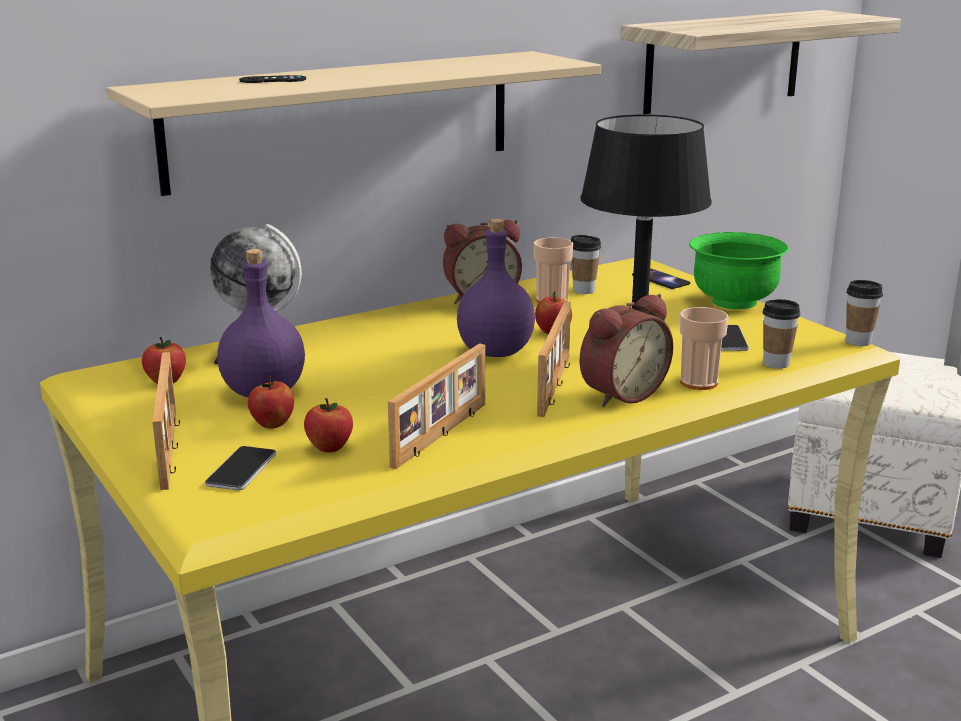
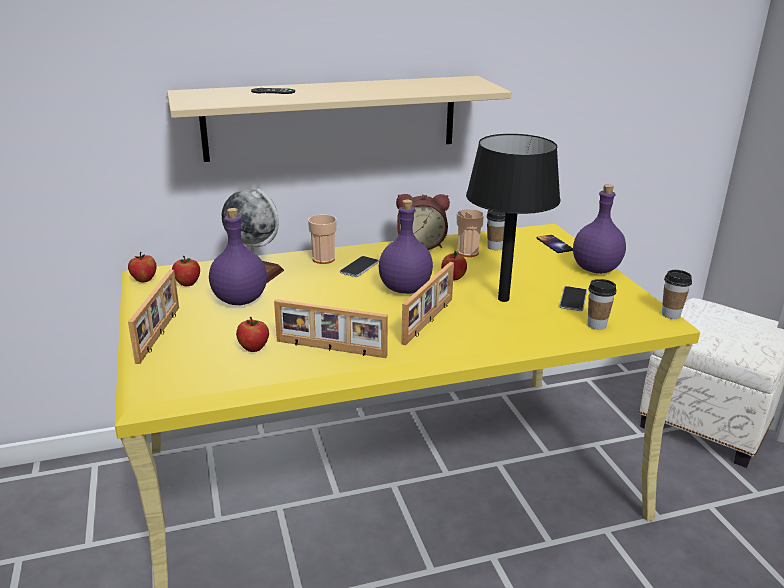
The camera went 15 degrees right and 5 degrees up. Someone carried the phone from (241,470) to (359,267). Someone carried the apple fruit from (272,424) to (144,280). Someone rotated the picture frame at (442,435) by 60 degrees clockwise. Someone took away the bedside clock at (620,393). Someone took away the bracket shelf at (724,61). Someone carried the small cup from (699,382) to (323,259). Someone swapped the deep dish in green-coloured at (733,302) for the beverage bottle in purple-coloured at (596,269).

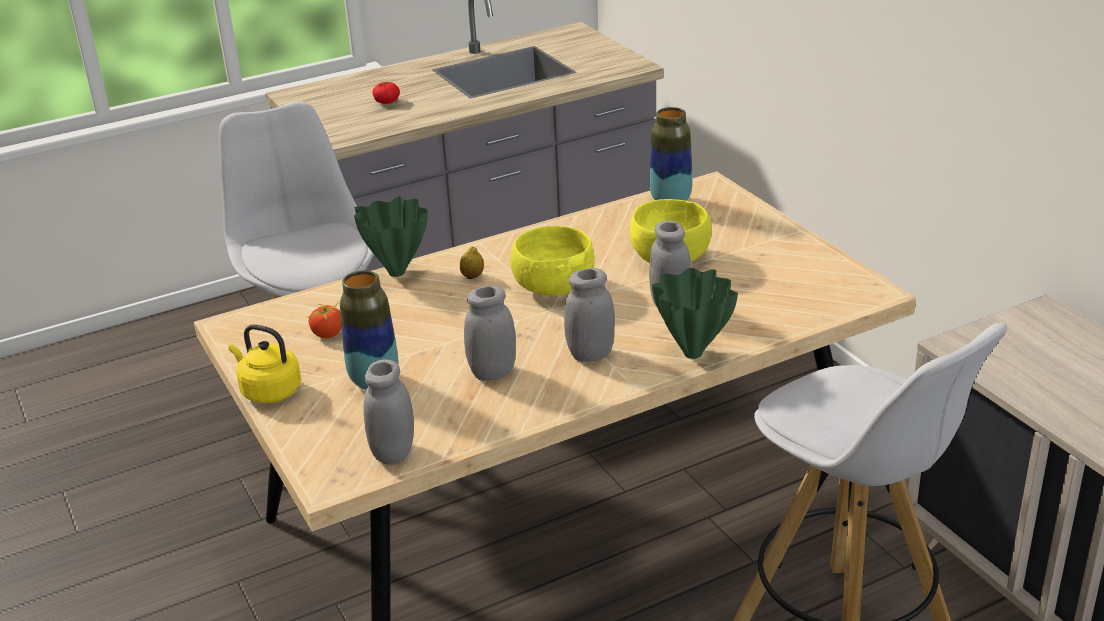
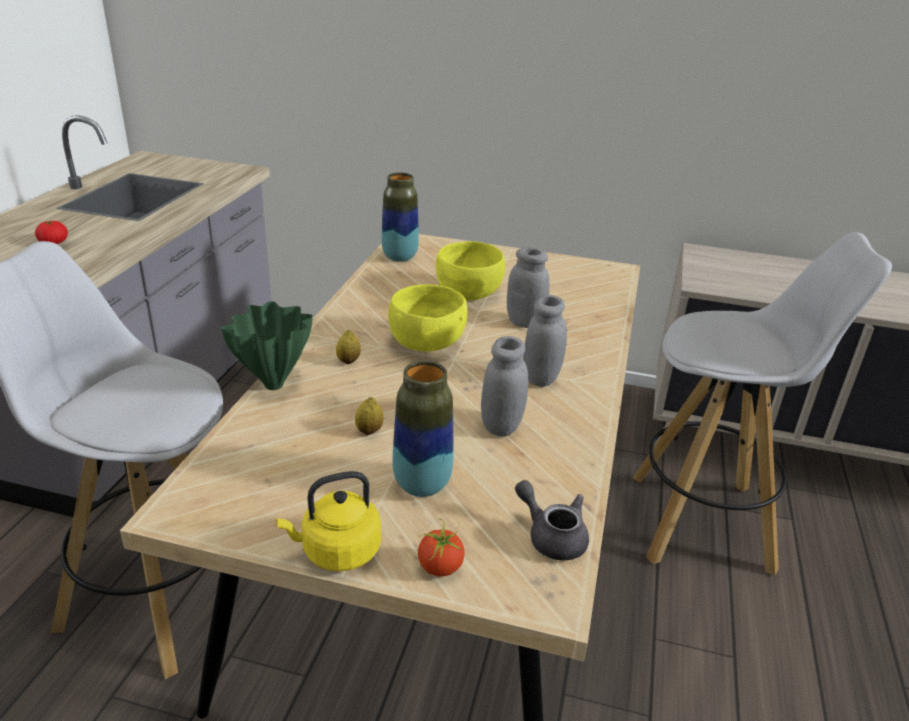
The camera went 50 degrees left and 0 degrees up. Someone carried the fresh tomato from (328,334) to (440,567). Someone swapped the jar in greyish at (393,453) for the teapot in greyish at (552,536). Someone took away the flower vase in green-coloured at (693,352). Someone put down the citrus fruit at (369,431).

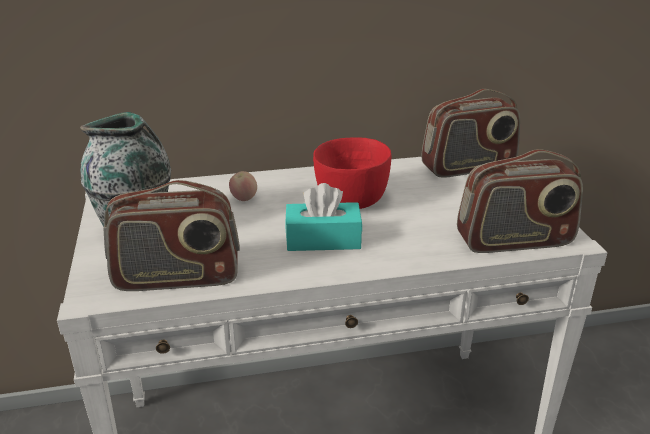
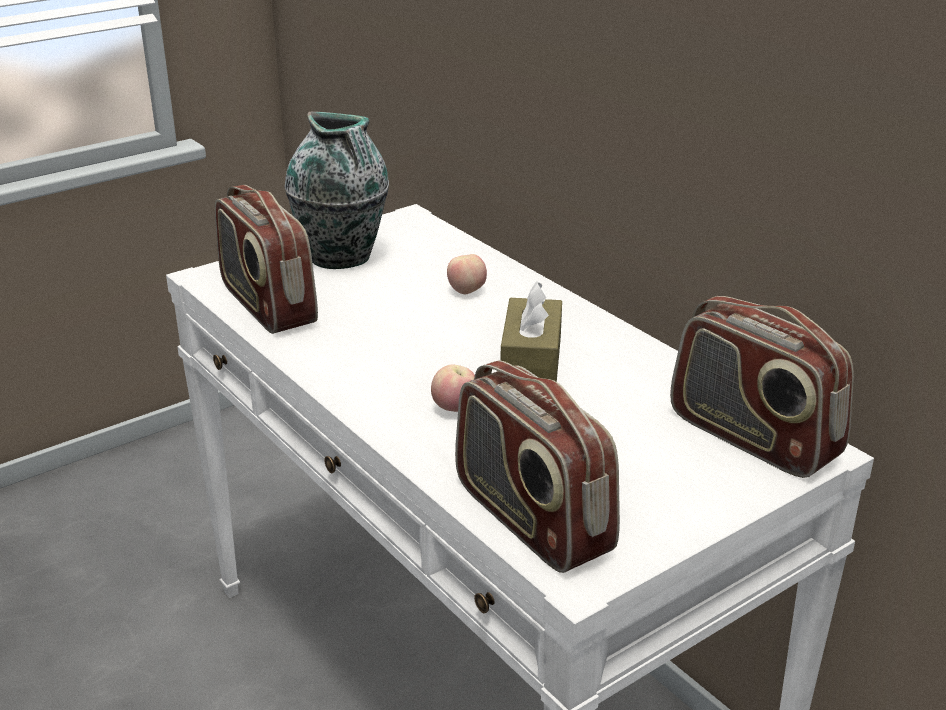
The camera went 65 degrees right and 0 degrees up. Someone took away the tissue holder in turquoise at (323,240). Someone swapped the deep dish in red-coloured at (350,200) for the tissue holder in brown-coloured at (531,361). Someone put down the apple fruit at (454,409).

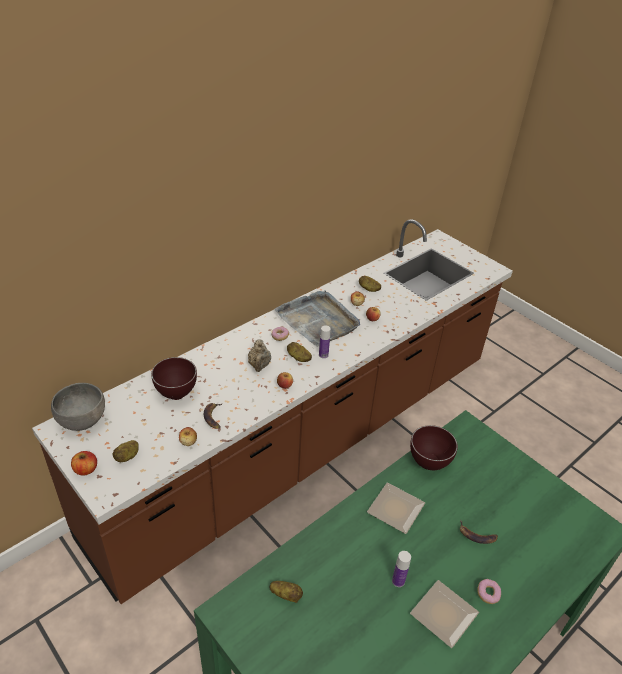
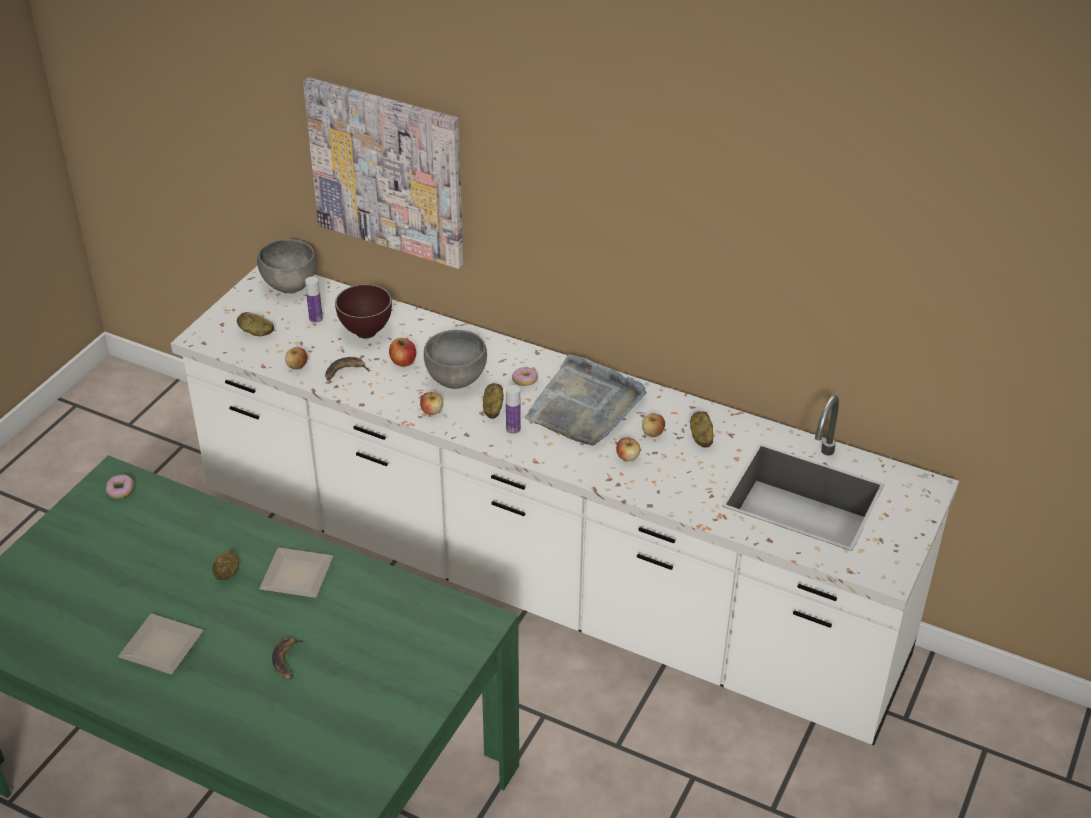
The camera went 70 degrees right and 0 degrees up. Someone repainted the kitchen base unit in brown-coloured at (304,444), which became the kitchen base unit in whitish at (543,580). Someone carried the apple fruit from (86,469) to (403,361). Someone swapped the teapot in sand-coloured at (259,365) for the deep dish in greyish at (456,380). Someone carried the whole potato from (286,595) to (228,573). Someone carried the beverage bottle from (398,581) to (316,319). Someone took away the deep dish in brown-coloured at (430,464). Someone carried the ring doughnut from (488,594) to (120,491). Someone put up the wall art at (387,171).

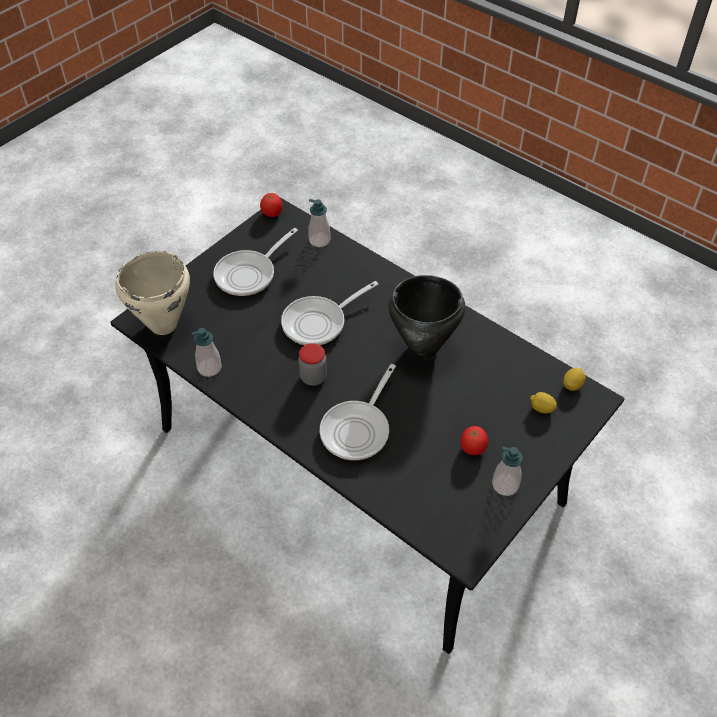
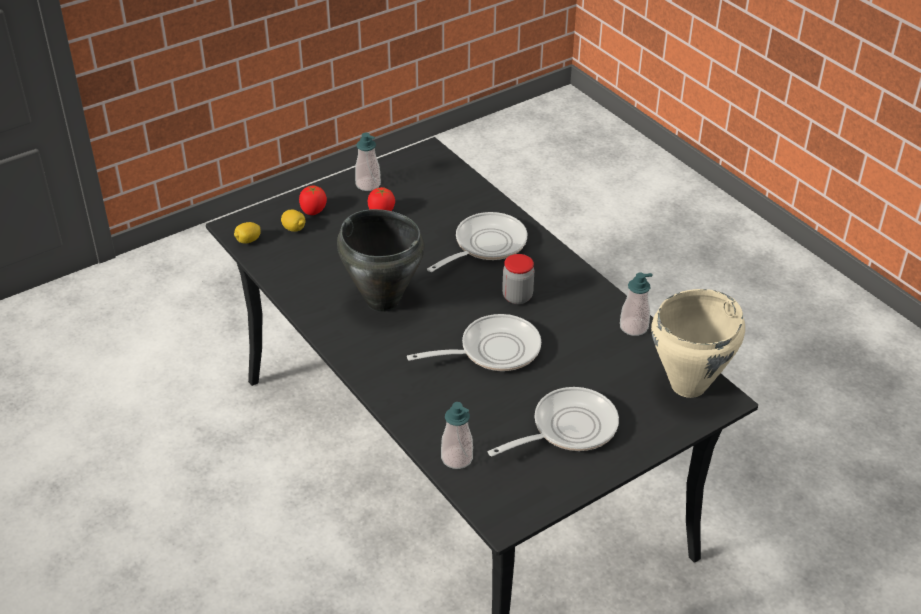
The camera went 165 degrees left and 10 degrees down. Someone carried the fresh tomato from (272,213) to (313,211).

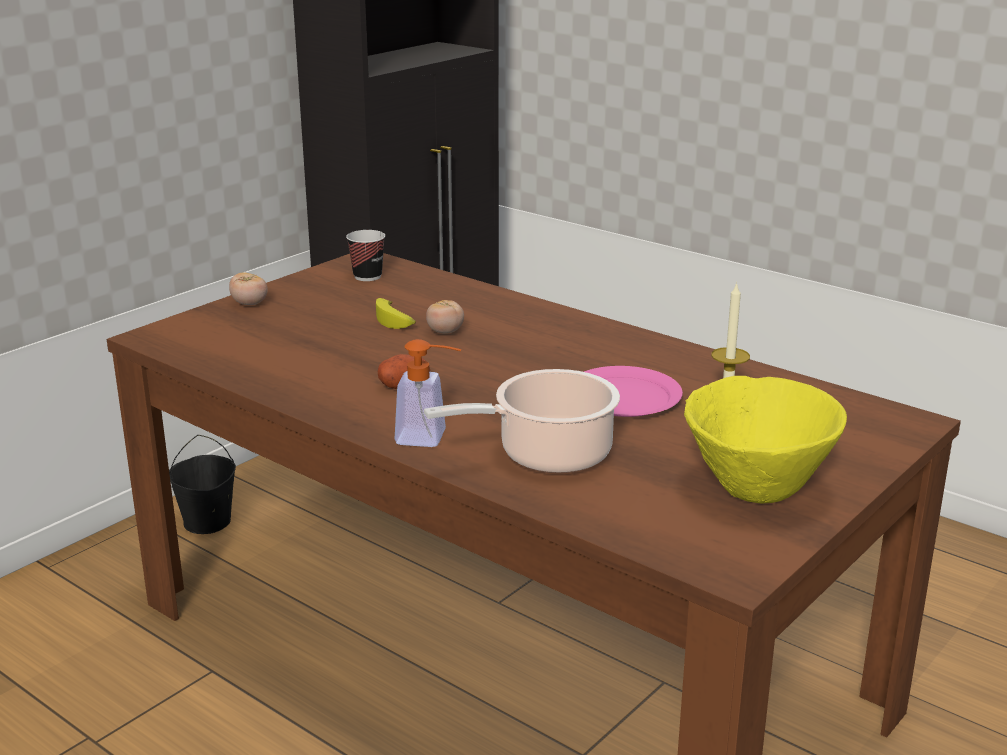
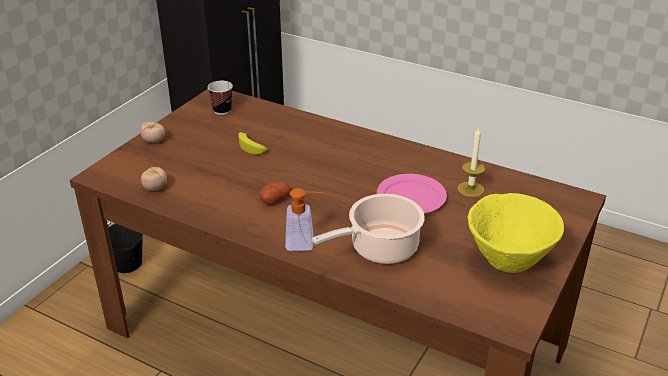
The camera went 10 degrees left and 10 degrees up. Someone carried the fresh tomato from (445,332) to (155,188).

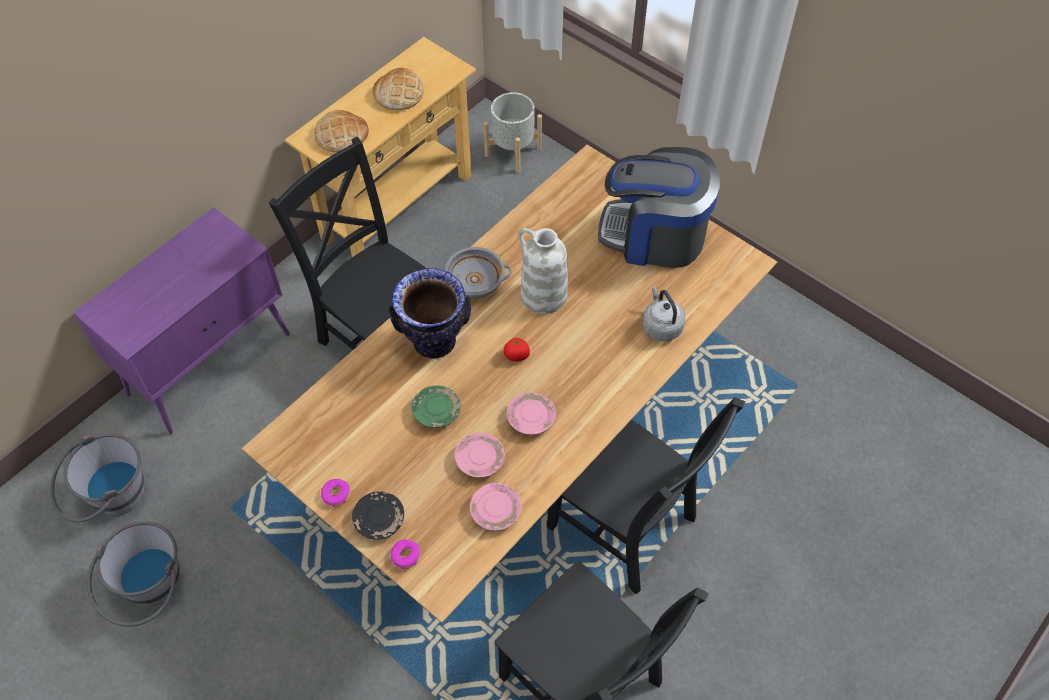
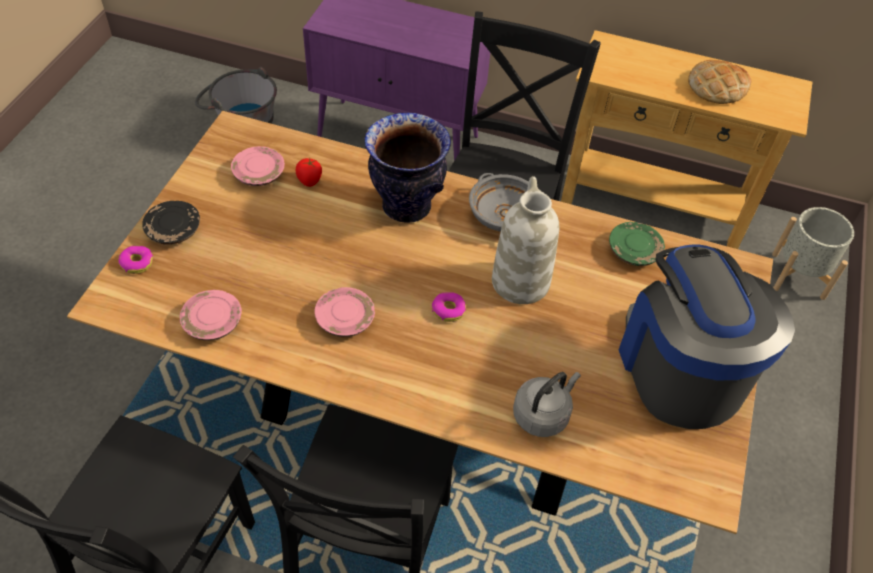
The camera went 65 degrees right and 5 degrees down. Someone took away the water bucket in greyish at (151,593). Someone took away the bakery bread at (341,135). Someone carried the ring doughnut from (336,495) to (448,310). Someone carried the flat dish in green-coloured from (436,411) to (634,251). Someone carried the flat dish in pink-coloured from (480,460) to (259,173). Someone carried the fresh tomato from (517,355) to (309,180).

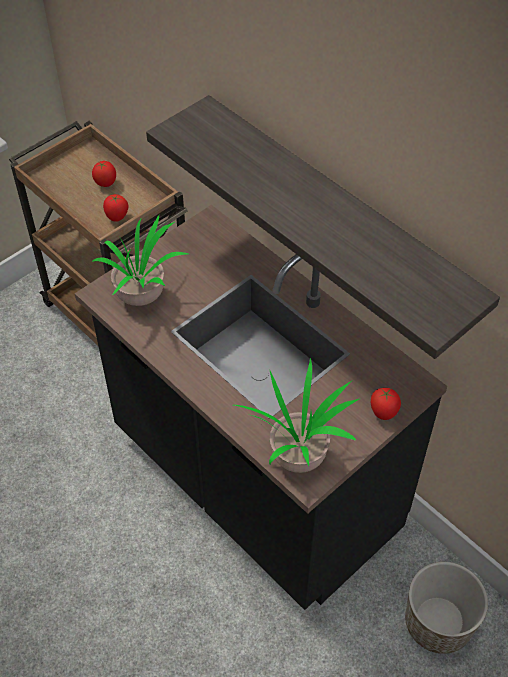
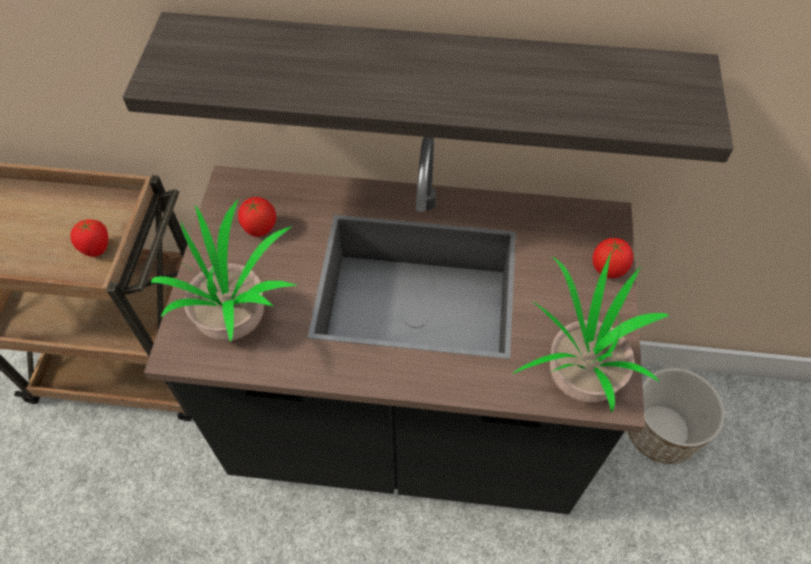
The camera went 40 degrees left and 5 degrees up. Someone carried the fresh tomato from (105,184) to (260,230).

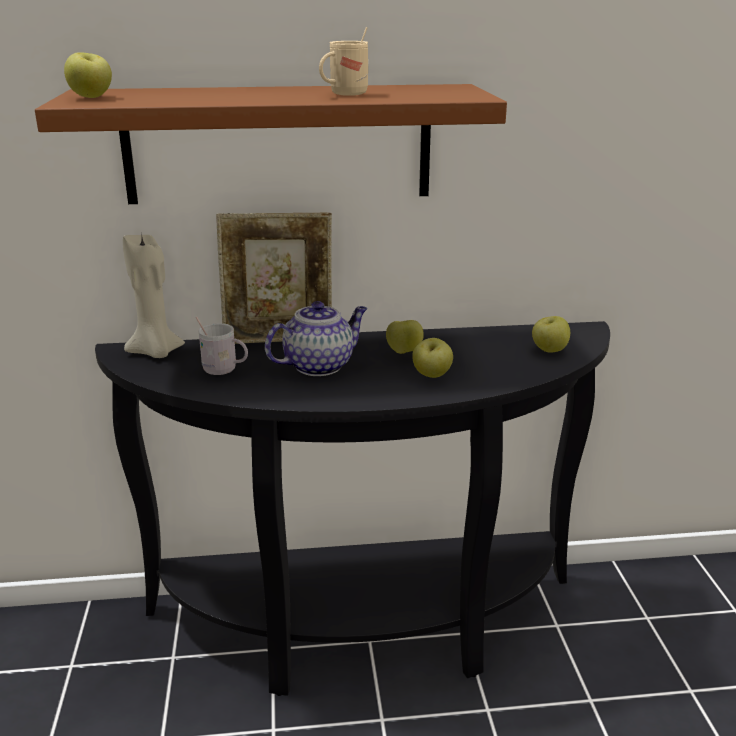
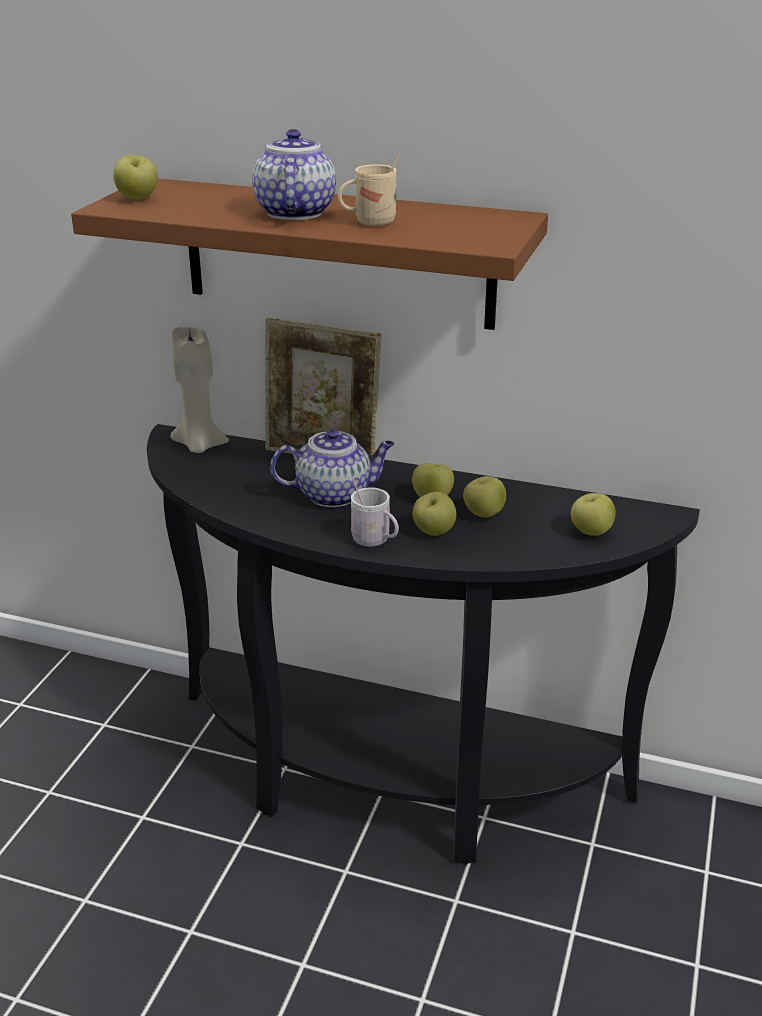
The camera went 25 degrees right and 5 degrees up. Someone carried the mug in whitish from (224,371) to (375,542). Someone put down the teapot at (294,212). Someone put down the apple fruit at (483,514).

